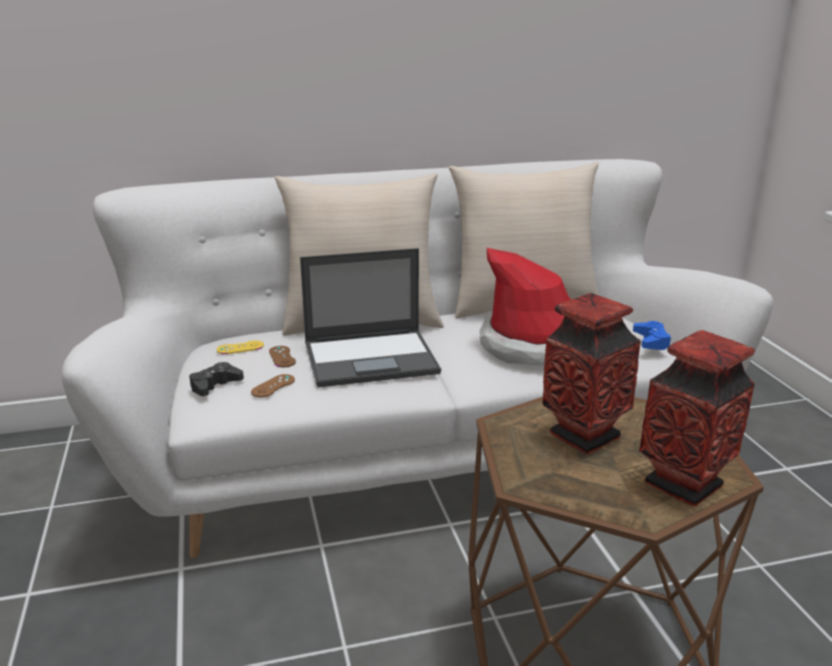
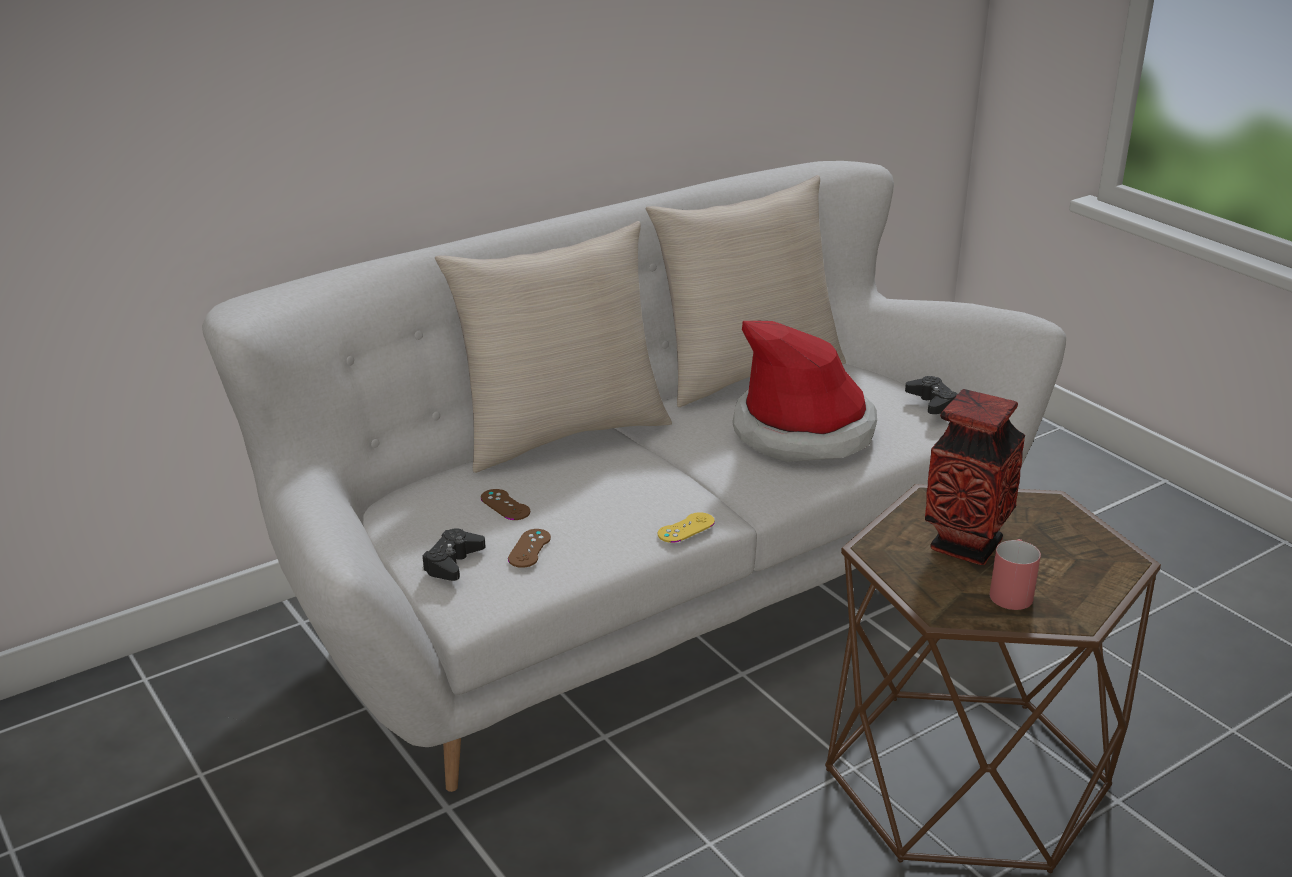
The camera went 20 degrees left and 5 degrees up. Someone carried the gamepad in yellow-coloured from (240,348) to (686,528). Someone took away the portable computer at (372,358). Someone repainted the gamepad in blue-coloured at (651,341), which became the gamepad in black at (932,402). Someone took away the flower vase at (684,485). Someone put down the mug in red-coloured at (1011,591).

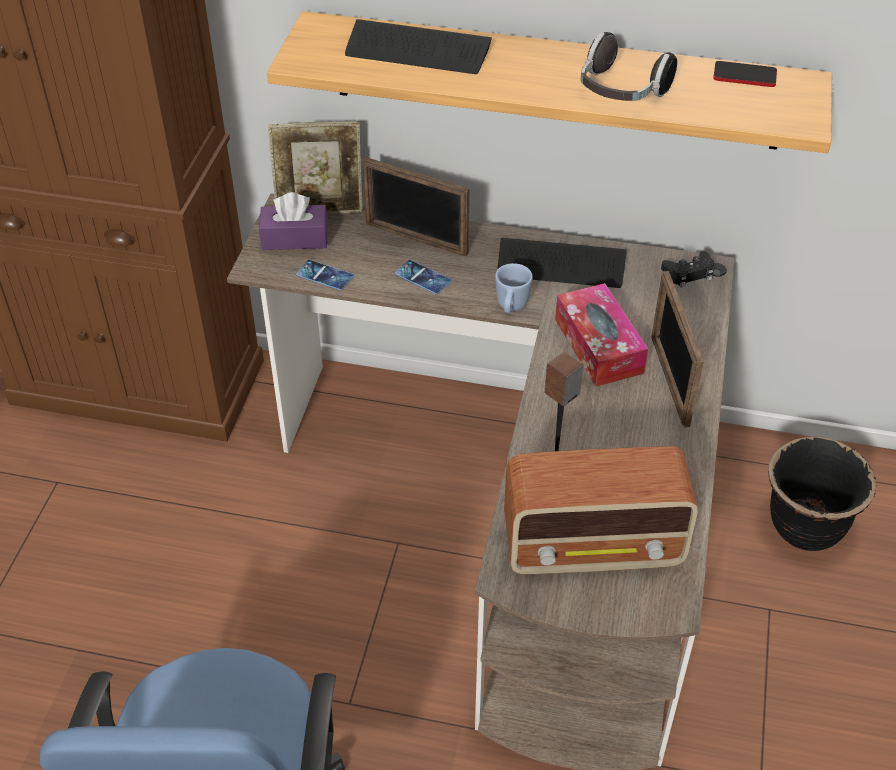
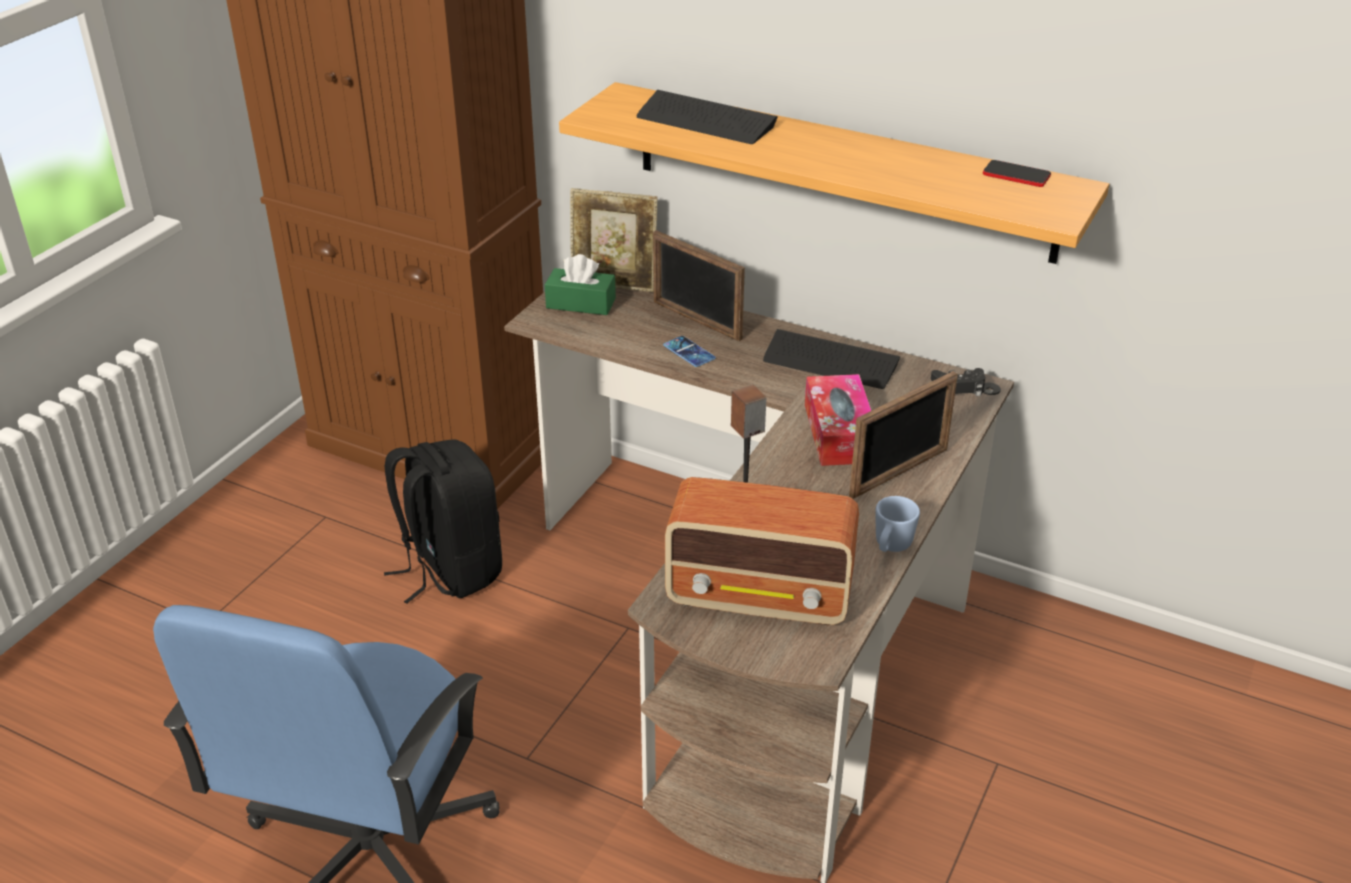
The camera went 15 degrees right and 10 degrees down. Someone repainted the tissue holder in purple-coloured at (295,238), which became the tissue holder in green-coloured at (581,303). Someone took away the phone at (324,275). Someone carried the mug in blue-coloured from (511,307) to (891,547). Someone took away the headset at (620,92). Someone rotated the picture frame at (669,380) by 135 degrees counterclockwise. Someone took away the planter in black at (805,528). Someone put down the knapsack in black at (450,569).

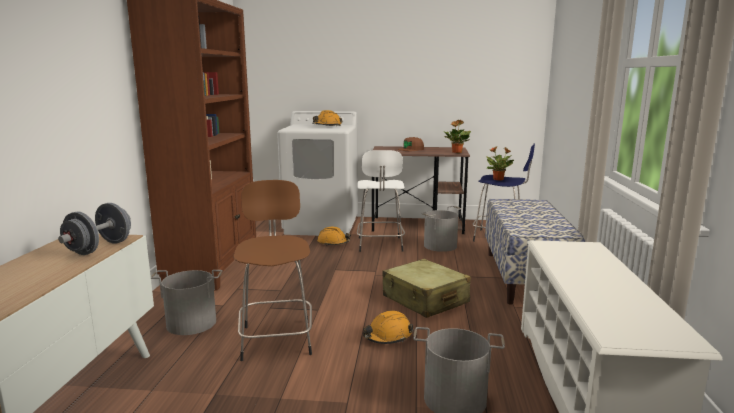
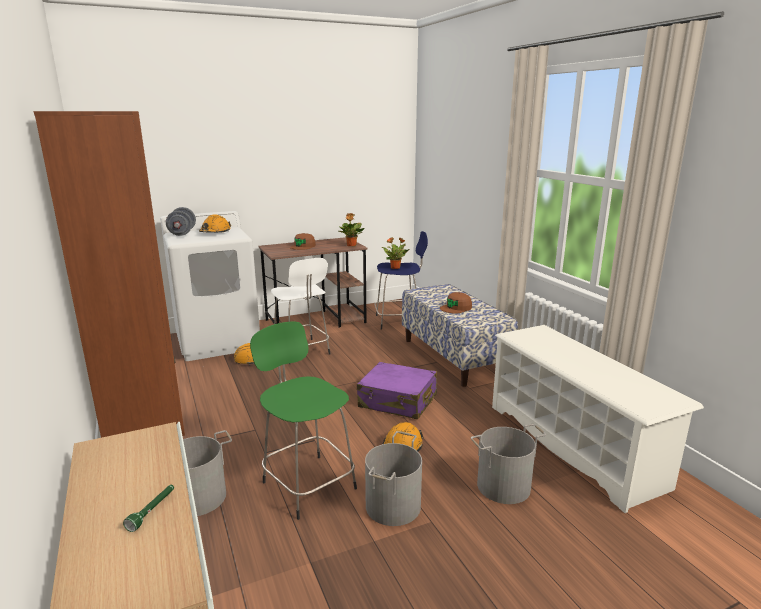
The camera went 30 degrees left and 5 degrees up. Someone carried the dumbbell in greyish from (99,248) to (182,233). Someone repainted the sitting stool in brown-coloured at (277,338), which became the sitting stool in green-coloured at (307,483). Someone repainted the suitcase in sand-coloured at (425,300), which became the suitcase in purple-coloured at (398,401). Someone carried the water bucket in greyish from (440,246) to (394,506). Someone put down the flashlight in green-coloured at (152,511). Someone put down the baseball cap in brown-coloured at (456,308).

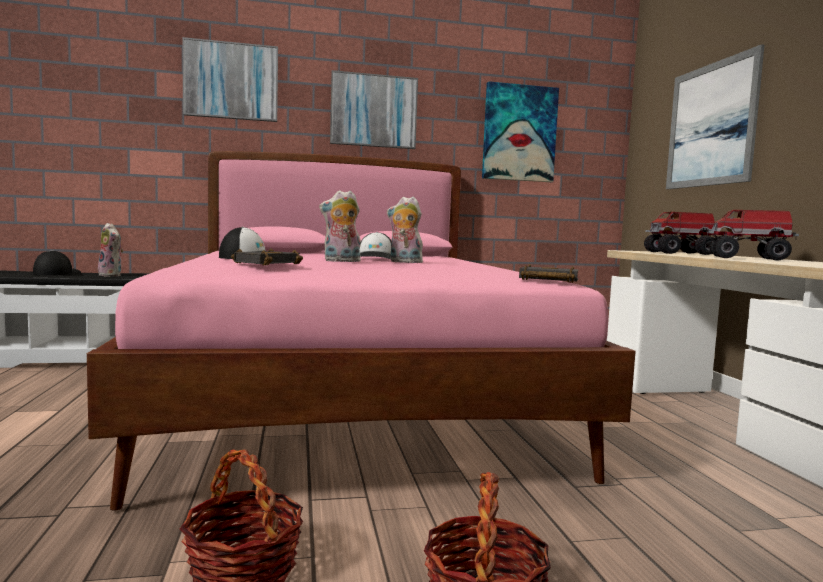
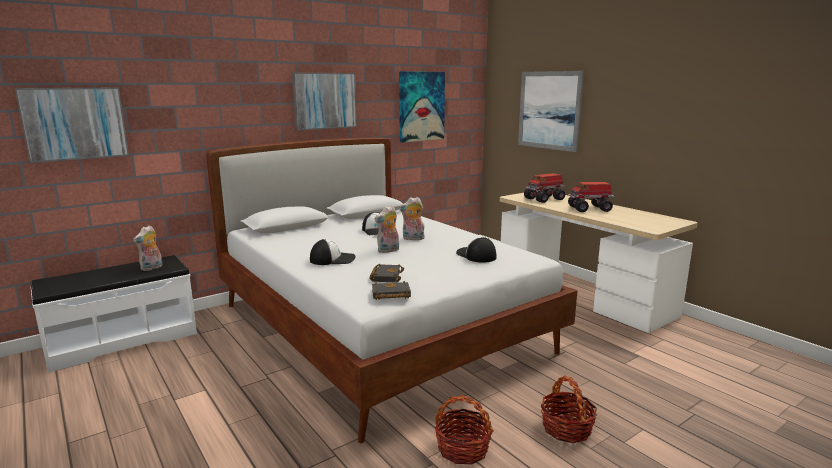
The camera went 25 degrees left and 10 degrees up. Someone carried the baseball cap from (56,273) to (476,255). Someone repainted the sleeping bed in pink-coloured at (350,399), which became the sleeping bed in whitish at (379,329). Someone rotated the cuddly toy at (112,275) by 105 degrees clockwise. Someone carried the wall art from (231,81) to (75,123). Someone carried the bound book in black from (547,280) to (390,295).

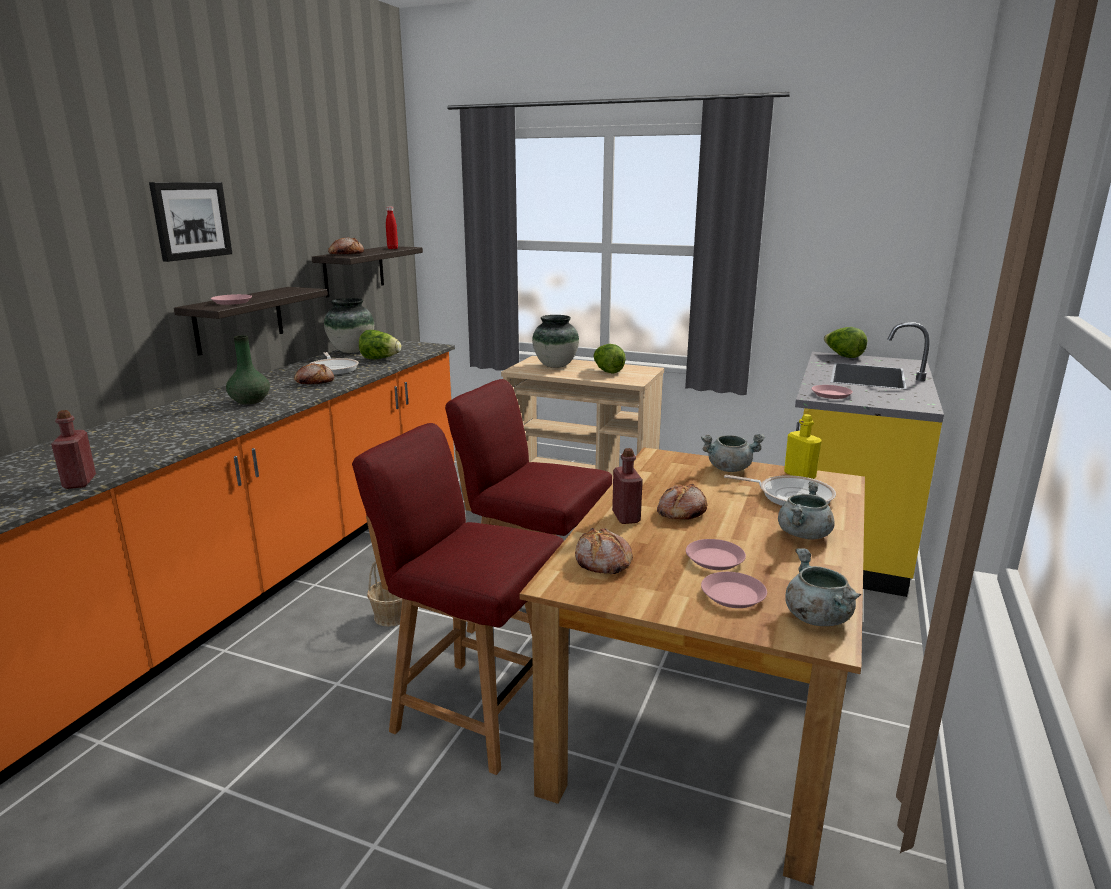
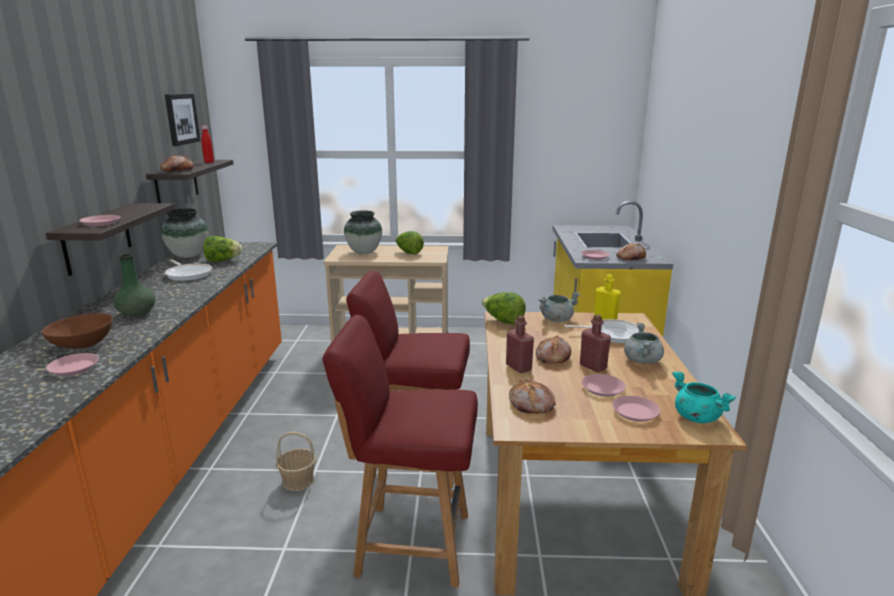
The camera went 20 degrees left and 0 degrees up. Someone carried the beverage bottle in red-coloured from (80,482) to (593,366). Someone carried the wall art from (191,220) to (181,119). Someone carried the bakery bread from (314,382) to (630,258). Someone repainted the stockpot in greyish at (816,617), which became the stockpot in turquoise at (696,417). Someone carried the lettuce from (843,356) to (503,321). Someone put down the deep dish in brown-coloured at (83,344). Someone put down the flat dish in pink-coloured at (74,368).

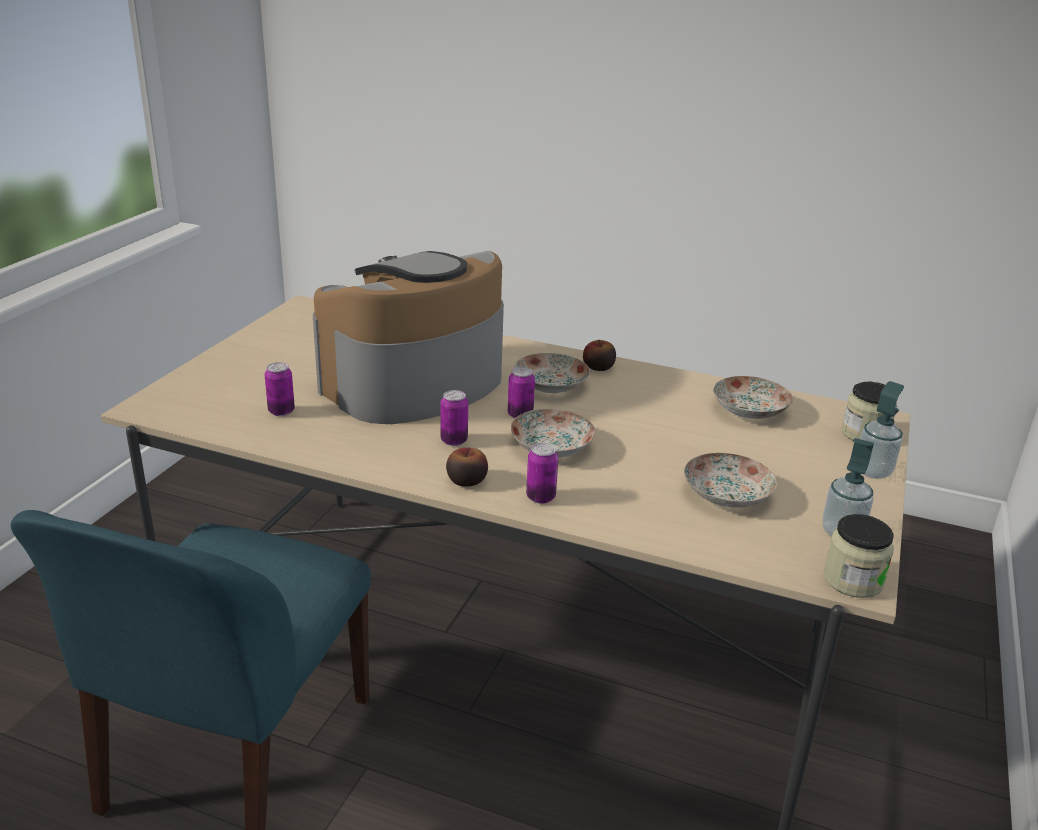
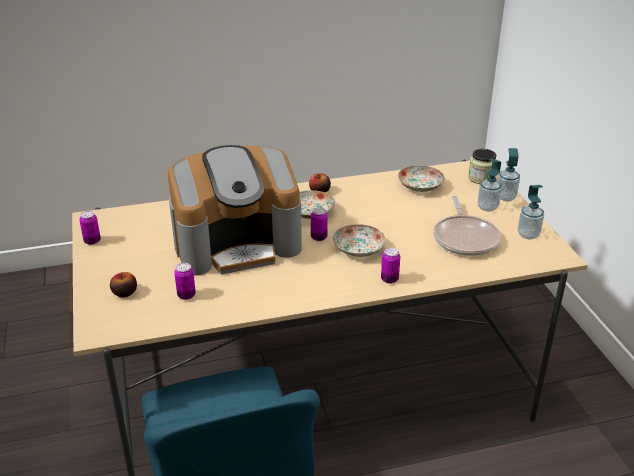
The camera went 35 degrees left and 5 degrees up. Someone rotated the coffee brewer at (414,384) by 120 degrees counterclockwise. Someone carried the sealed can from (454,441) to (92,241). Someone carried the apple fruit from (466,480) to (124,293). Someone swapped the flat dish at (728,495) for the skillet at (465,238). Someone took away the jar at (853,580). Someone put down the soap bottle at (487,207).

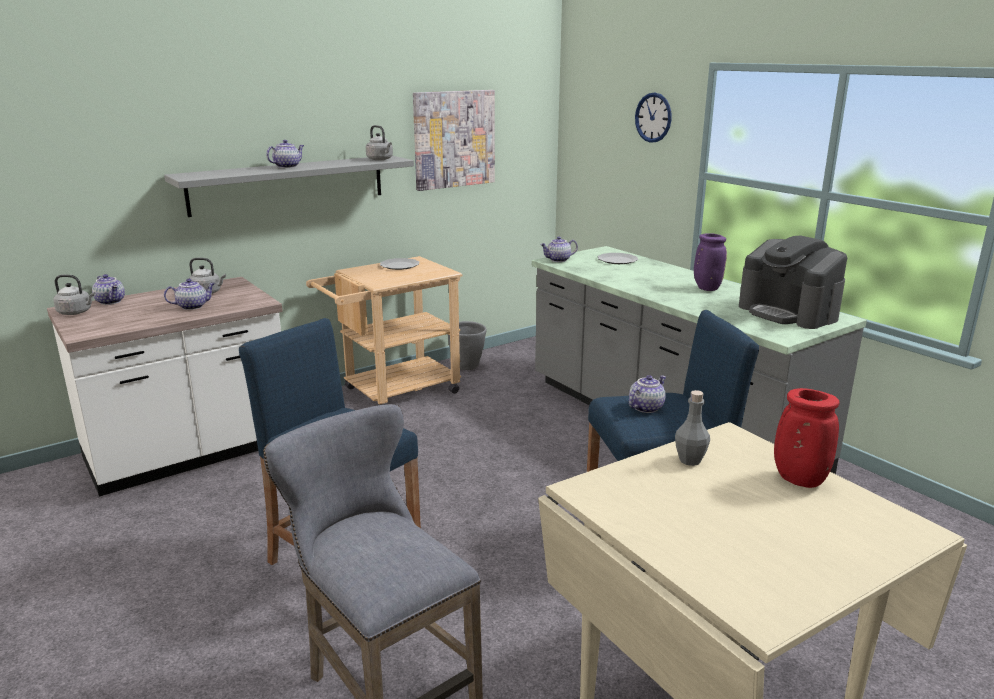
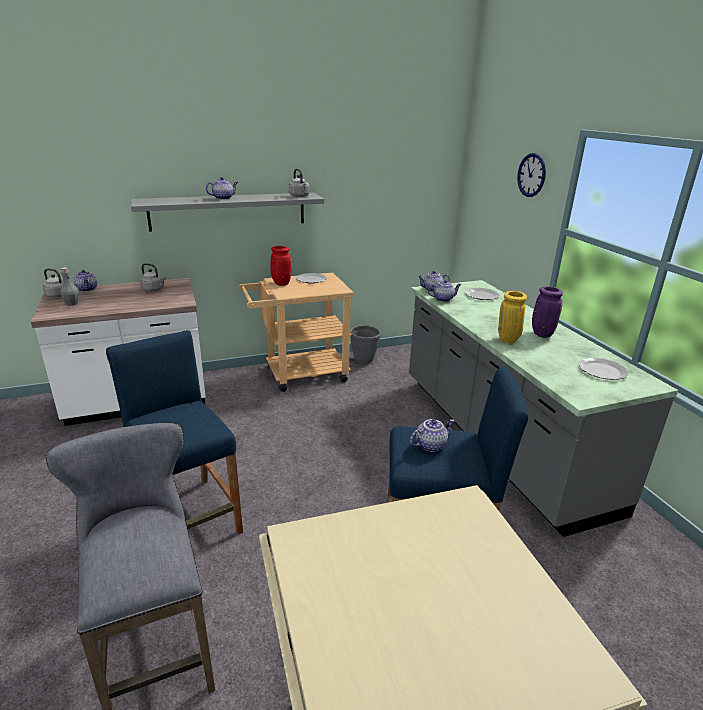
The camera went 15 degrees right and 5 degrees up. Someone carried the teapot from (193,306) to (443,299). Someone took away the wall art at (454,139). Someone carried the beverage bottle in greyish from (690,460) to (72,304). Someone swapped the coffee brewer at (788,312) for the flat dish at (603,371). Someone carried the flower vase in red-coloured from (798,480) to (280,283). Someone put down the flower vase in yellow-coloured at (508,340).

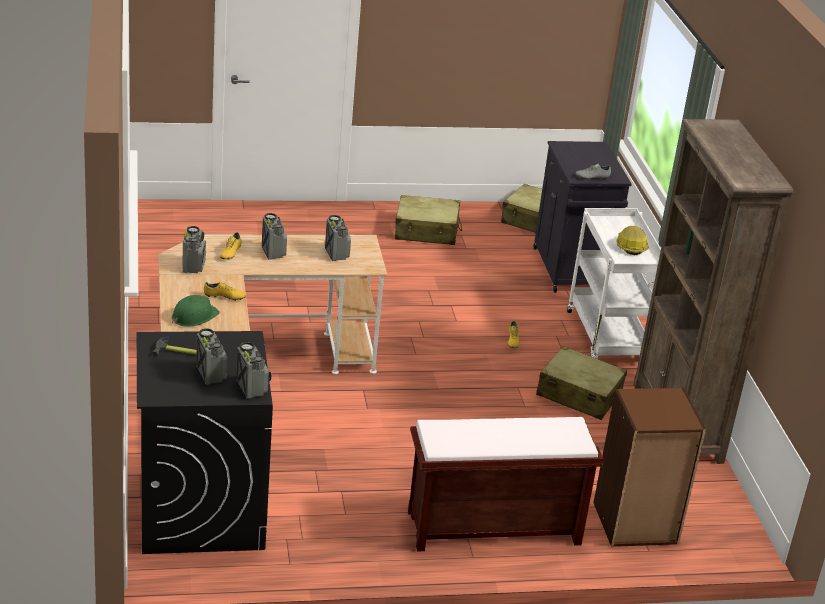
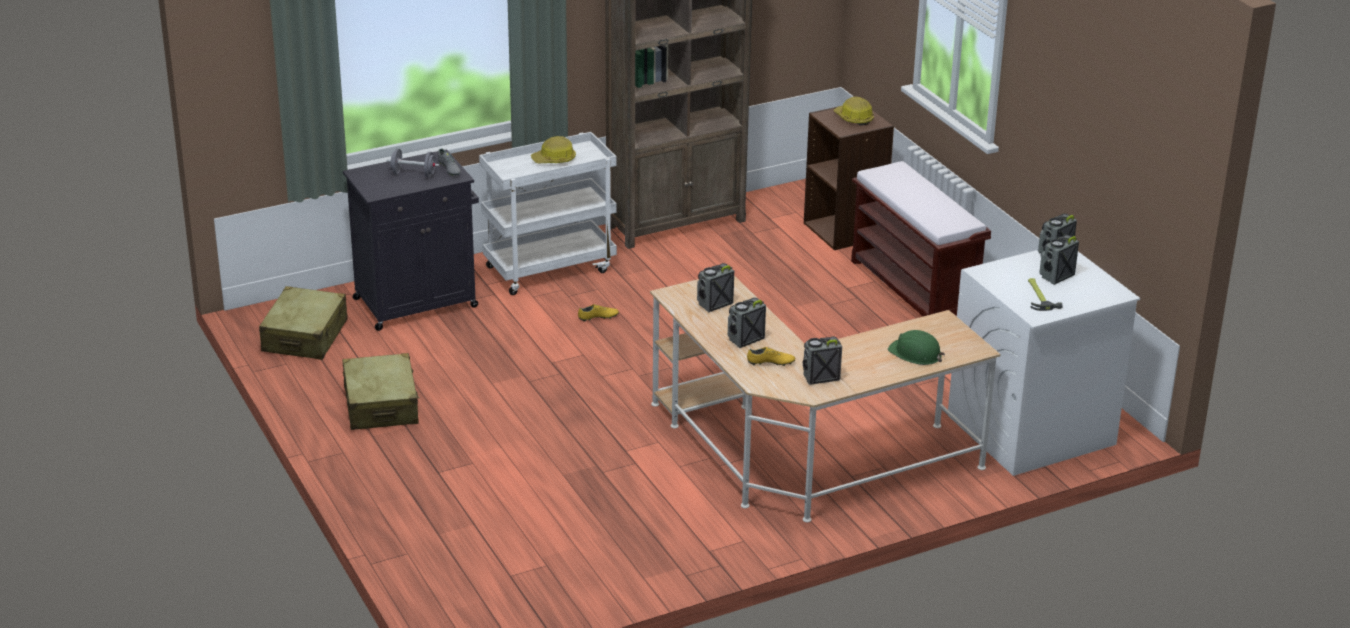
The camera went 105 degrees left and 0 degrees up. Someone repainted the washing machine in black at (201,510), which became the washing machine in whitish at (1030,430). Someone took away the shoe in yellow-coloured at (224,297). Someone took away the suitcase in sand-coloured at (579,394). Someone put down the dumbbell in greyish at (413,174). Someone put down the safety helmet at (853,118).

